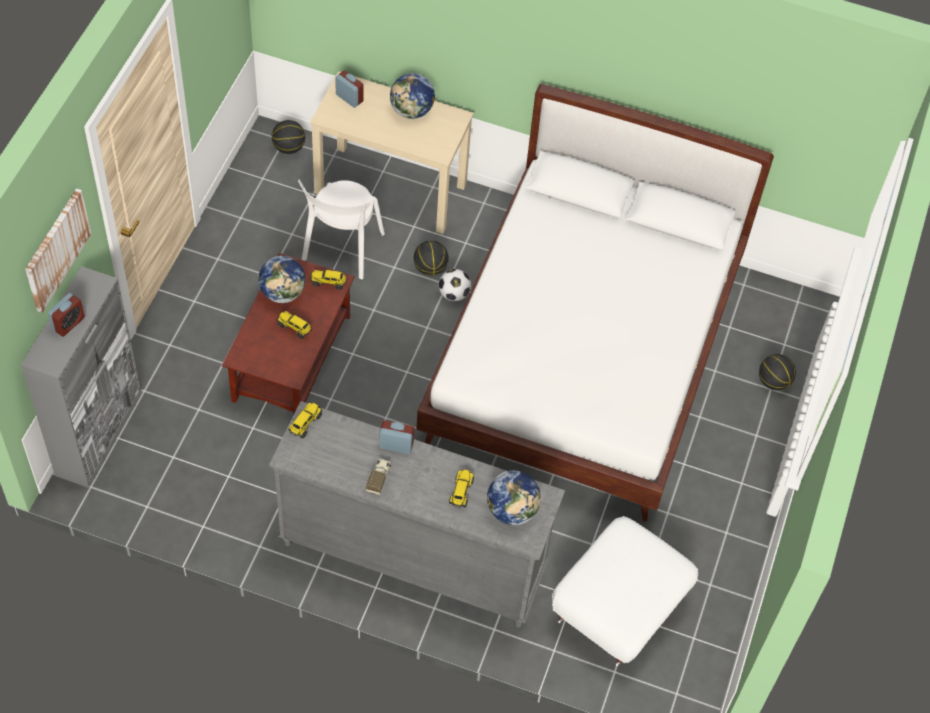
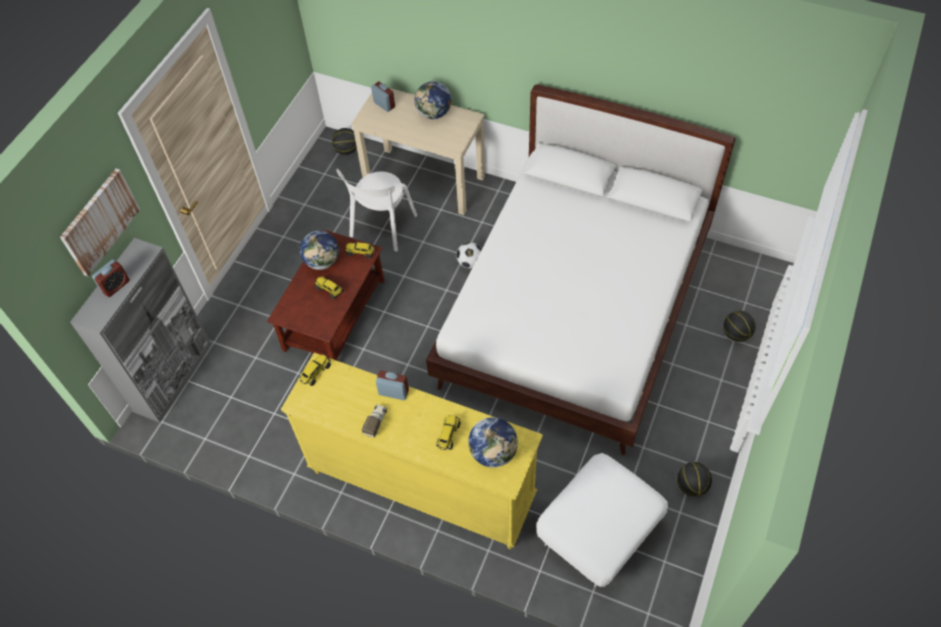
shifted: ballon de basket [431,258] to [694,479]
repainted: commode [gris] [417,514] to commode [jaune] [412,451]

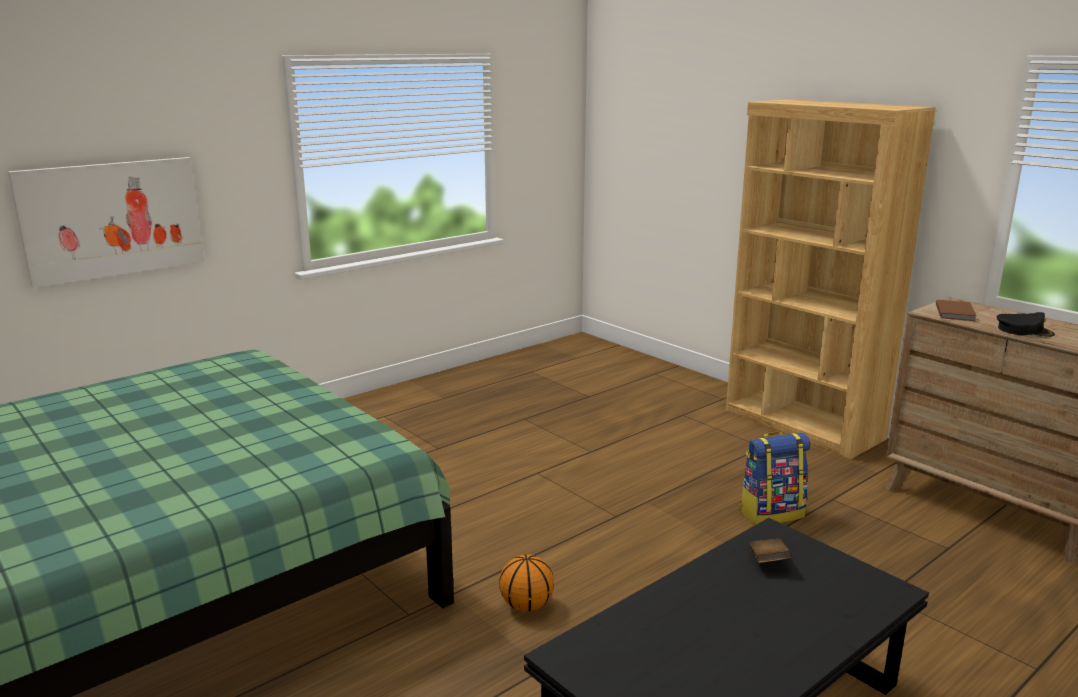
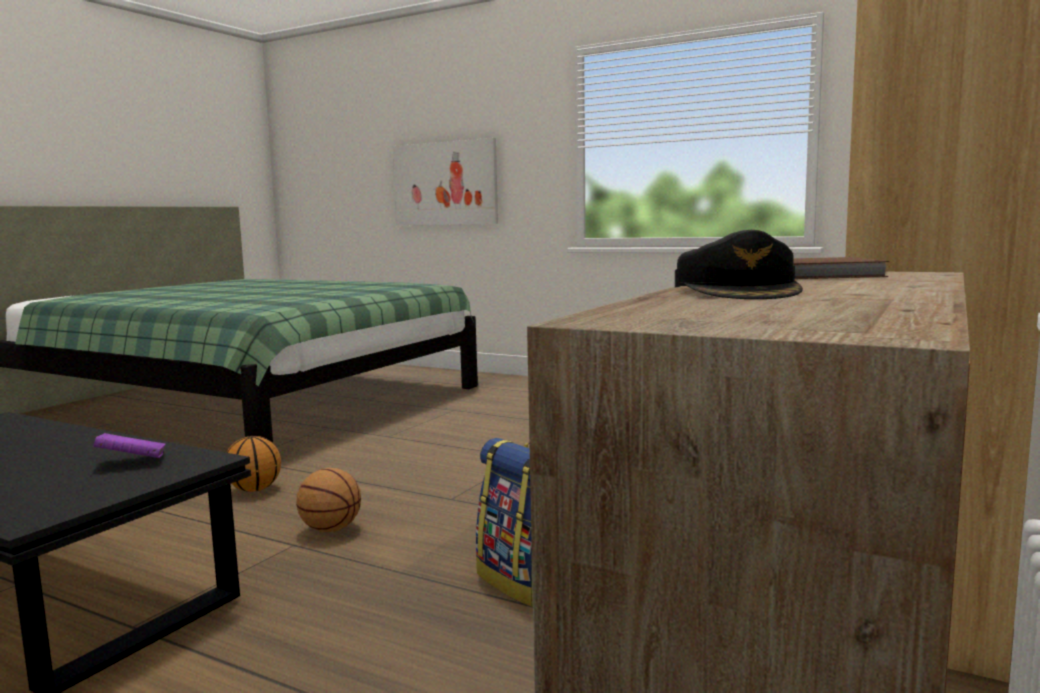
new: ballon de basket [328,500]
repainted: livre [marron] [770,551] to livre [violet] [130,445]

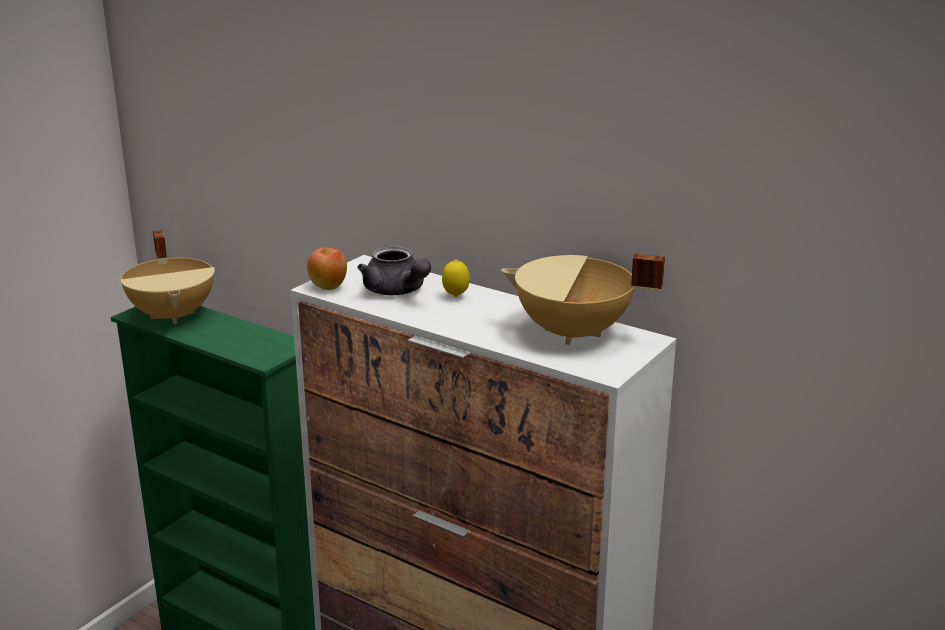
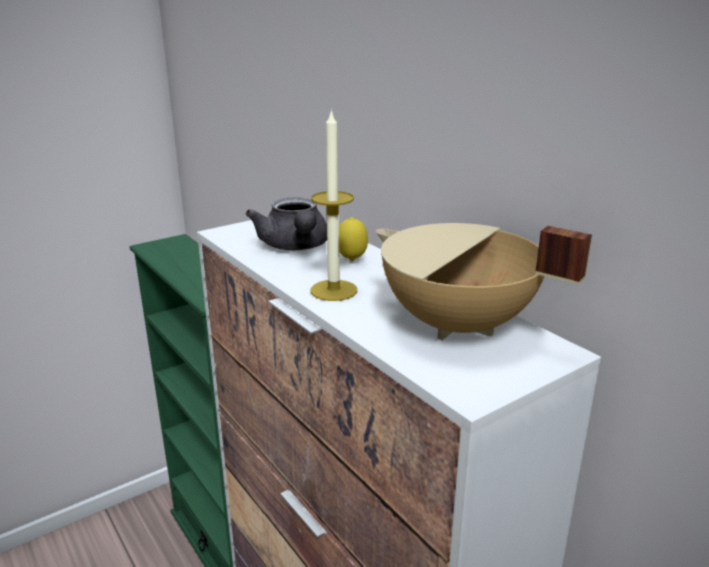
gone: marmite [beige] [167,277]; pomme [327,268]
new: bougie [334,205]

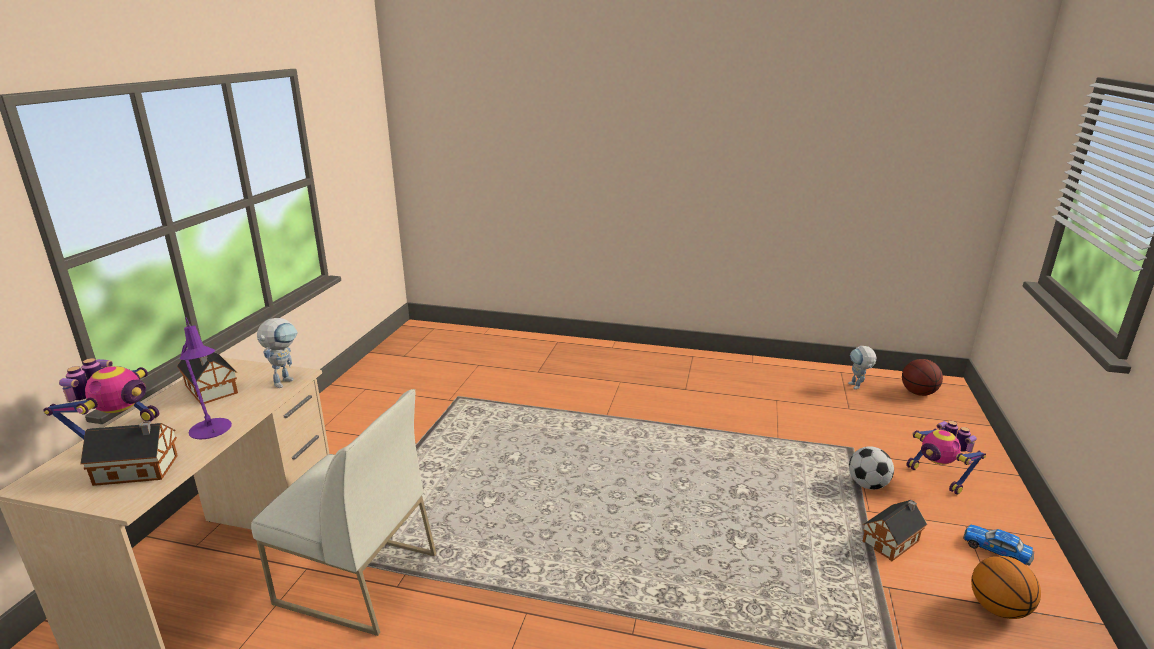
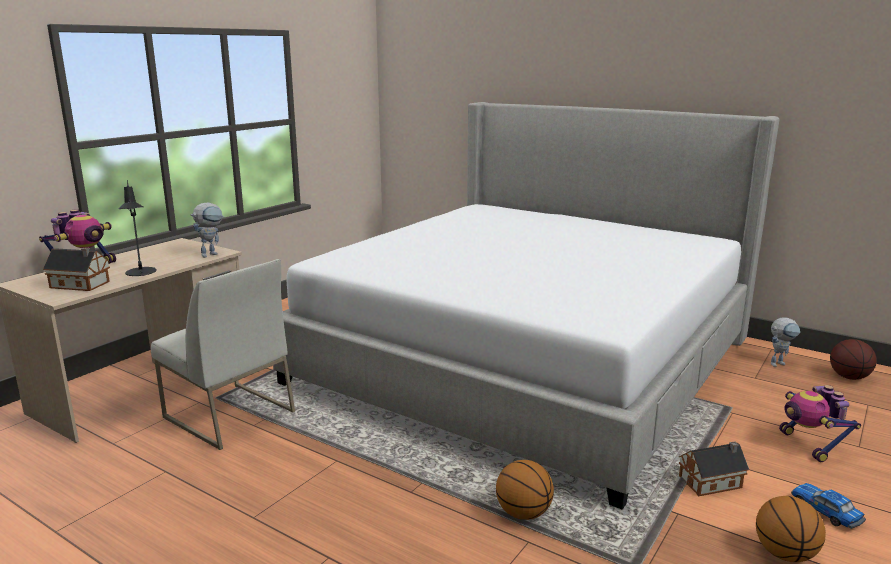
gone: maison miniature [207,378]; ballon de foot [871,468]
new: lit [526,306]; ballon de basket [525,490]
repainted: lampe de table [violet] [205,378] to lampe de table [noir] [137,228]
rotated: robot jouet [862,367] = [785,342] 120 degrees counterclockwise

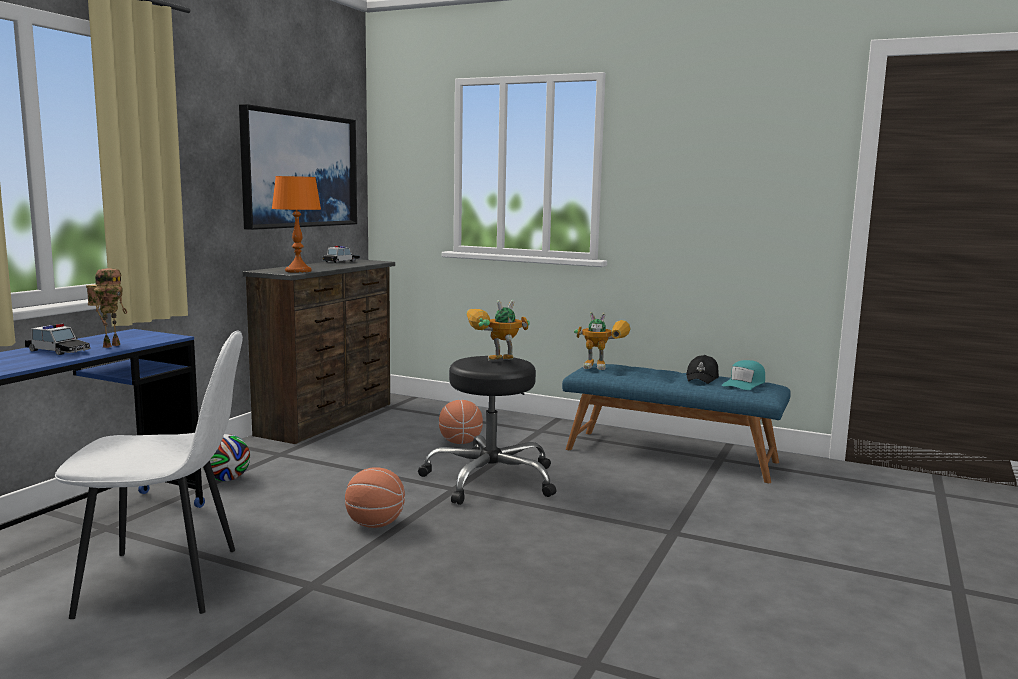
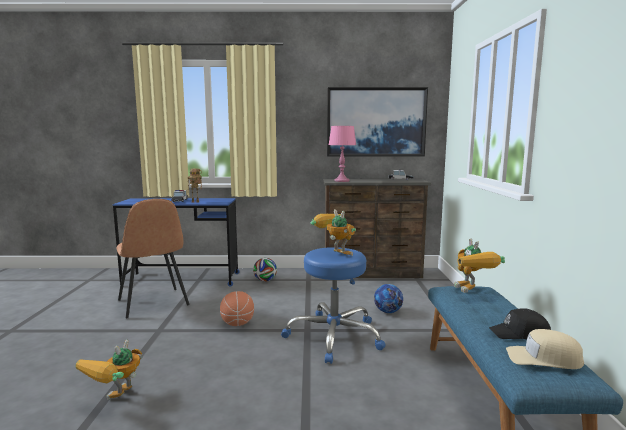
new: robot jouet [109,370]
swapped: ballon de basket [461,422] to ballon de foot [388,298]
repainted: chaise [blanc] [149,475] to chaise [marron] [153,258]; lampe de table [orange] [296,224] to lampe de table [rose] [342,154]; tabouret [noir] [487,430] to tabouret [bleu] [333,305]; casquette [turquoise] [743,375] to casquette [beige] [545,349]

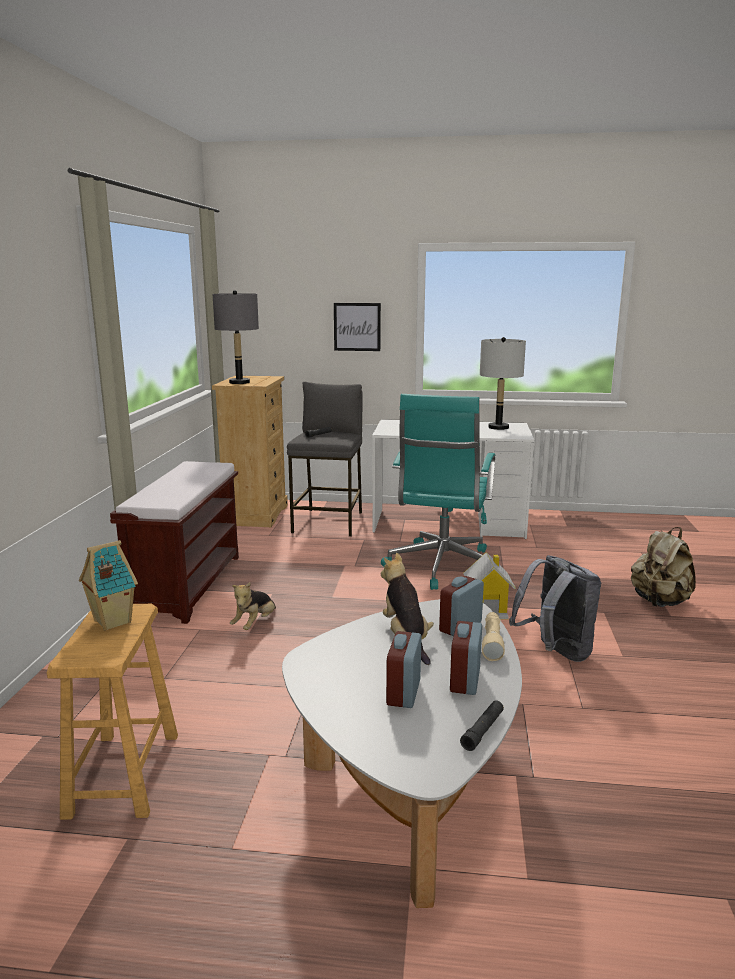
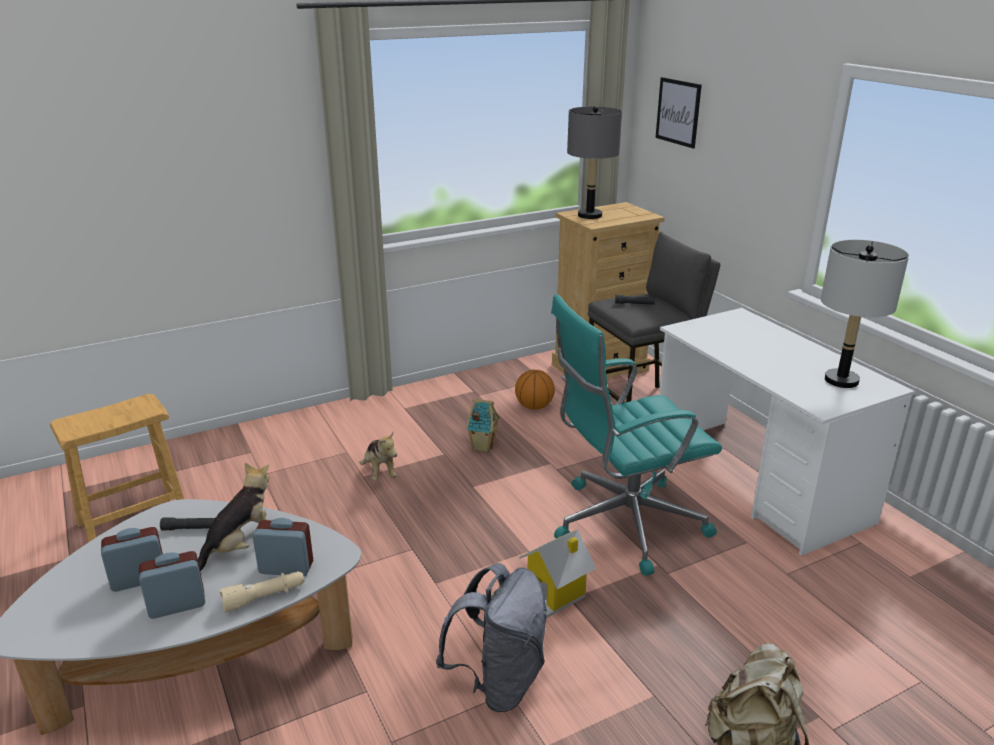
gone: banc [marron] [174,542]
new: ballon de basket [535,390]
shifted: maison miniature [108,585] to [483,425]; tableau [357,327] to [679,112]; lampe de poche [noir] [482,726] to [187,524]
rotated: peluche [253,606] = [378,456] 105 degrees counterclockwise

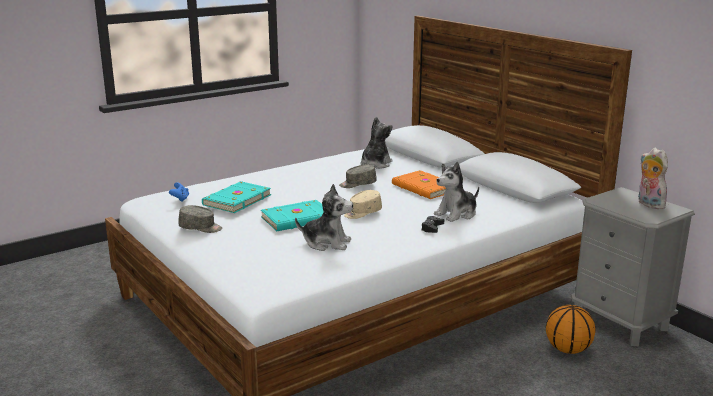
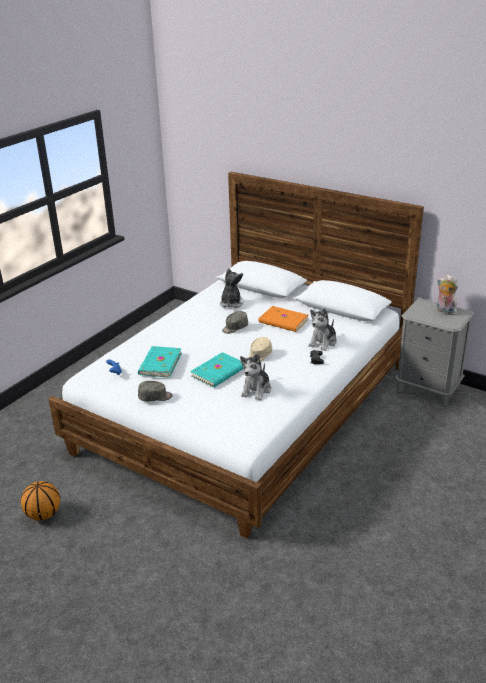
shifted: ballon de basket [571,329] to [40,500]
rotated: peluche [324,217] = [255,377] 120 degrees clockwise

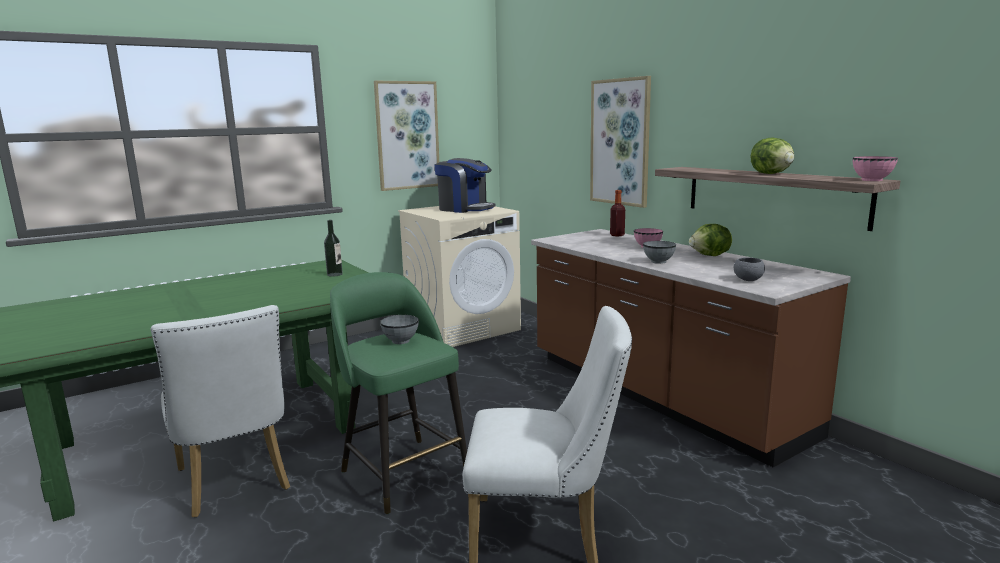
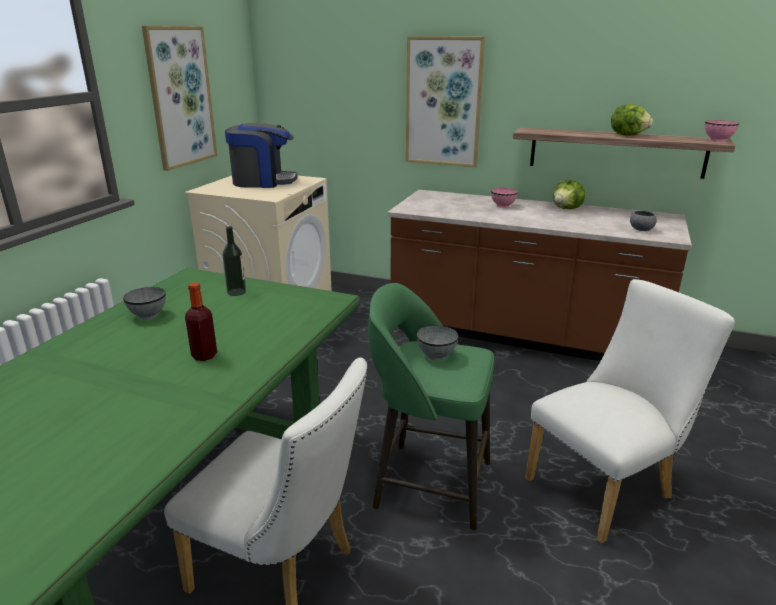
shifted: bouteille [617,213] to [201,321]; bol [gris] [659,252] to [144,303]

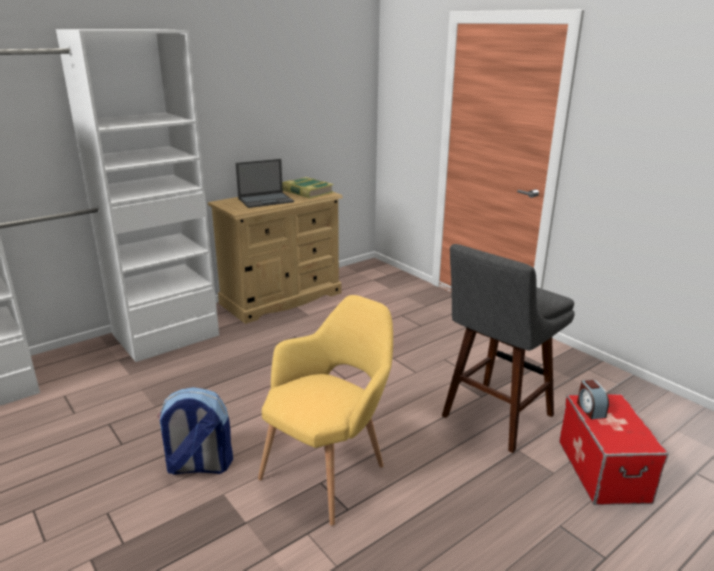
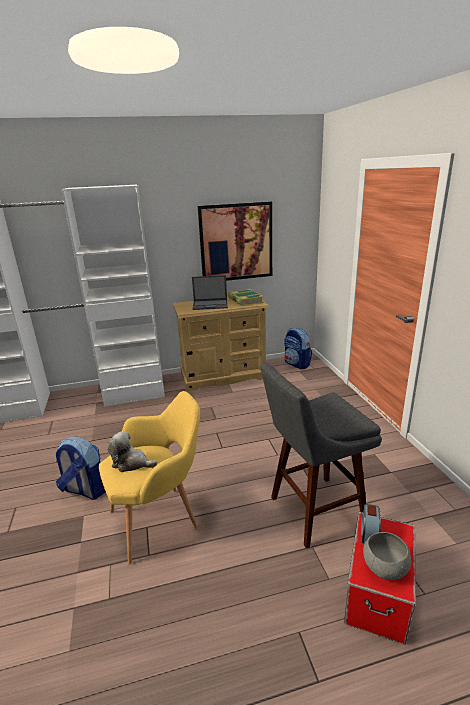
new: peluche [132,451]; tableau [235,241]; sac à dos [298,348]; bol [gris] [387,556]

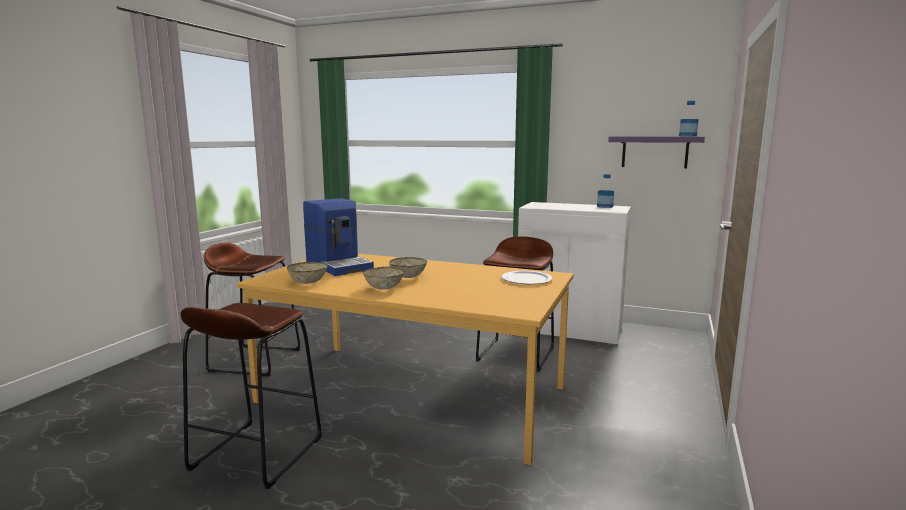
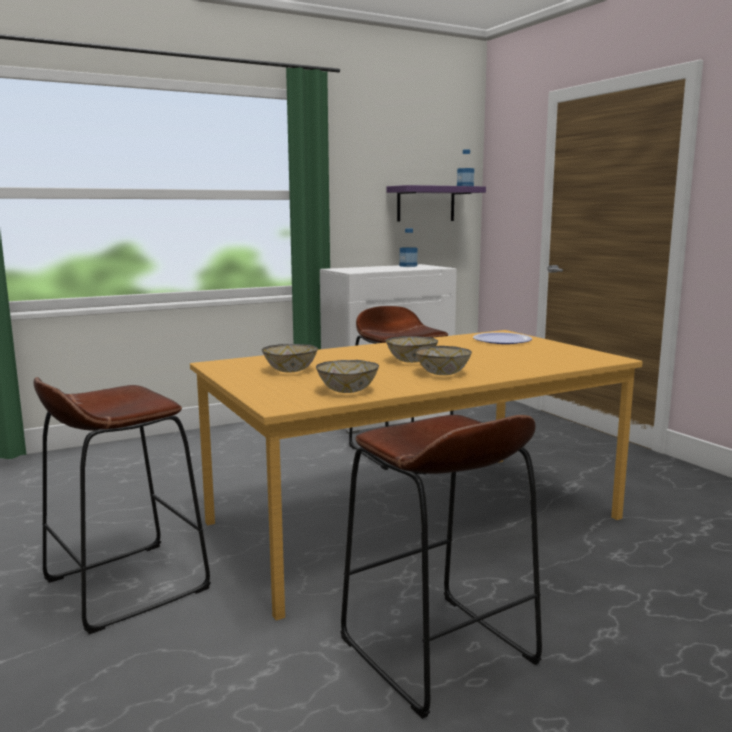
swapped: machine à café [338,237] to bol [290,358]

